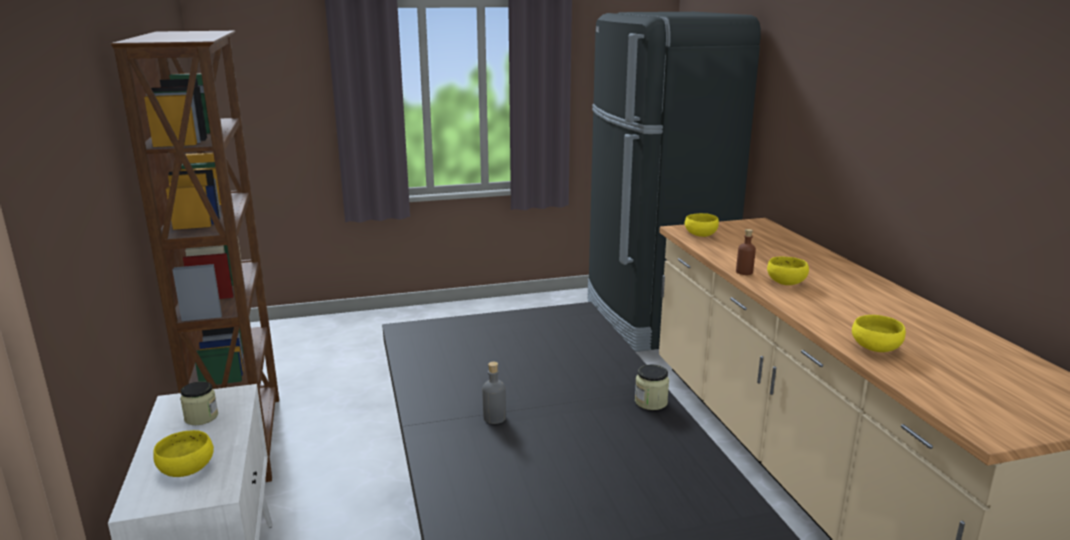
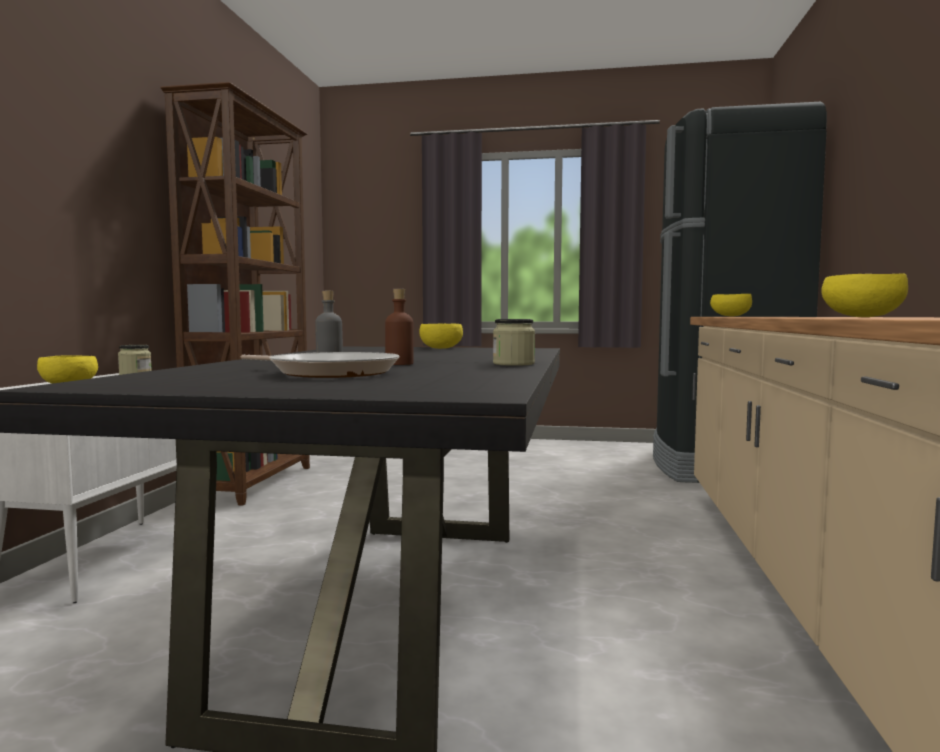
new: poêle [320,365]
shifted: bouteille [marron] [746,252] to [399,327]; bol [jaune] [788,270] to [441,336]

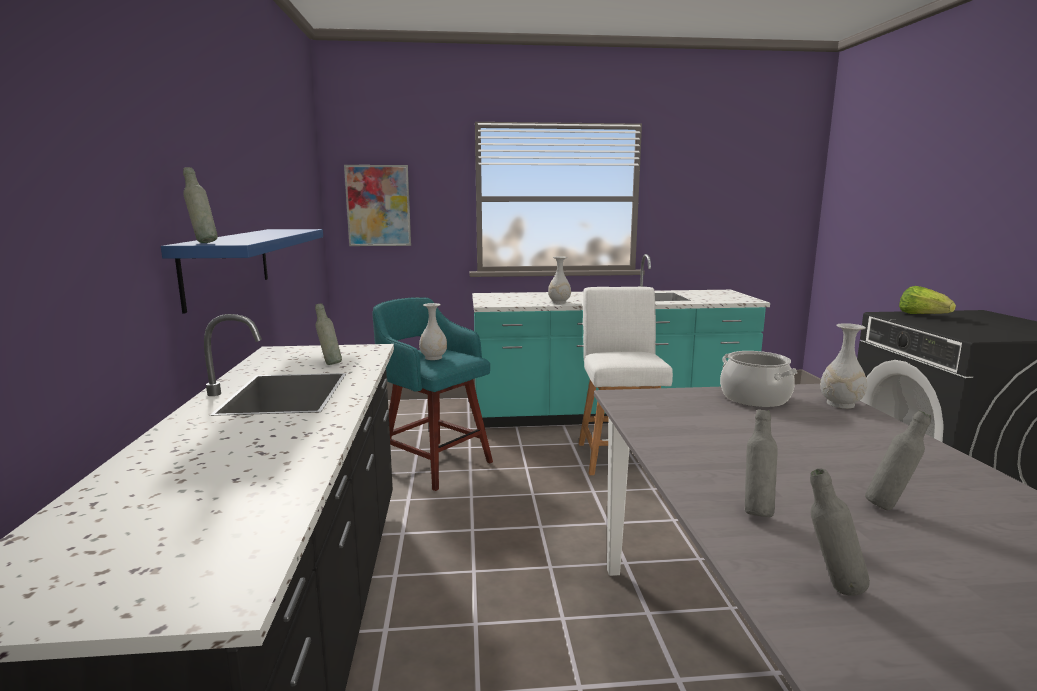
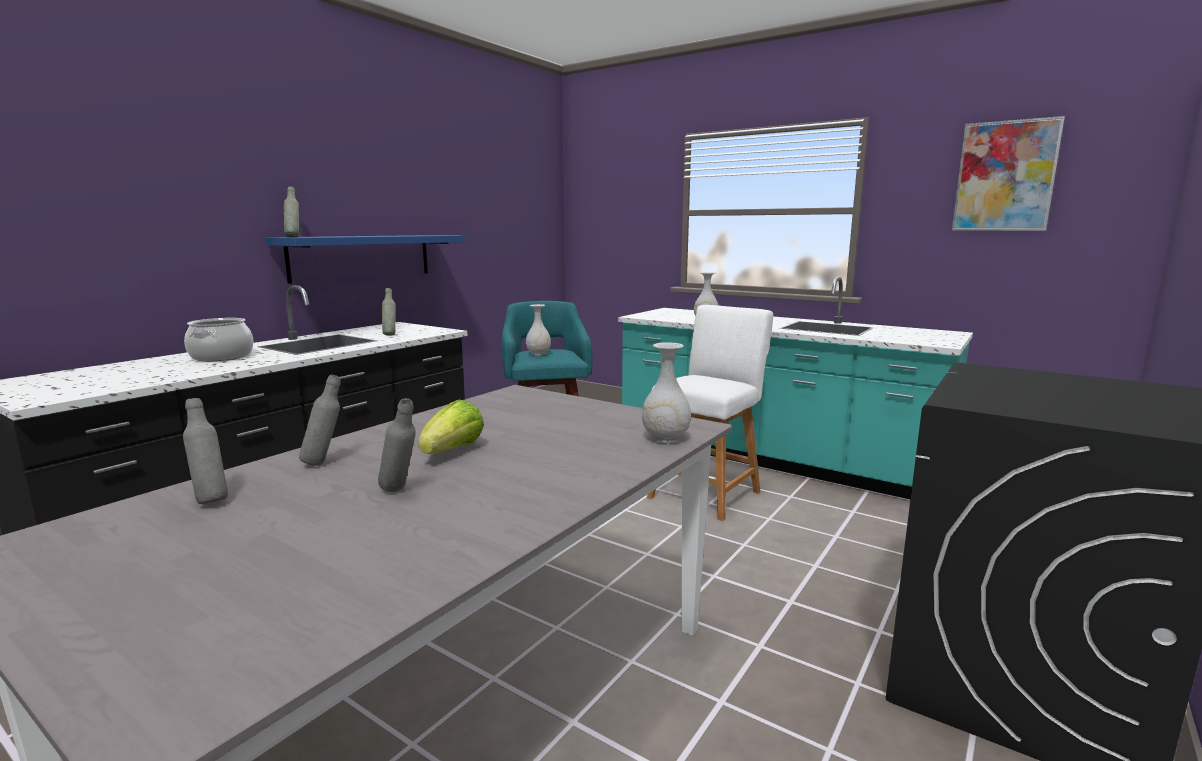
shifted: tableau [377,205] to [1008,173]; marmite [758,379] to [219,339]; laitue [927,300] to [451,427]

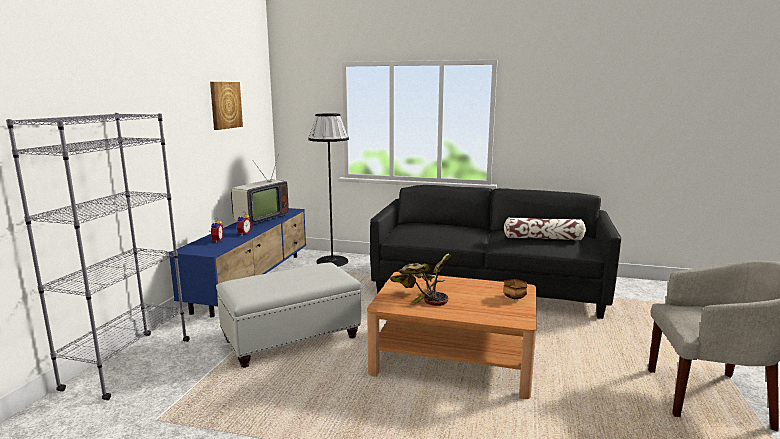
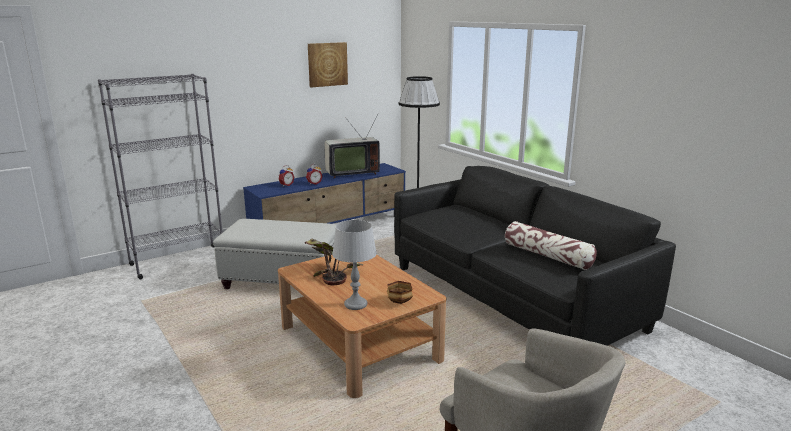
new: lampe de table [gris] [354,265]

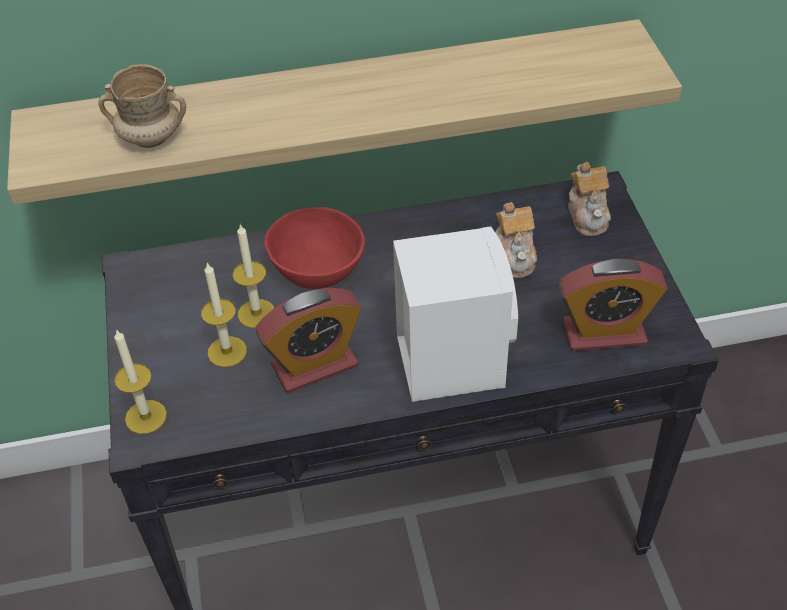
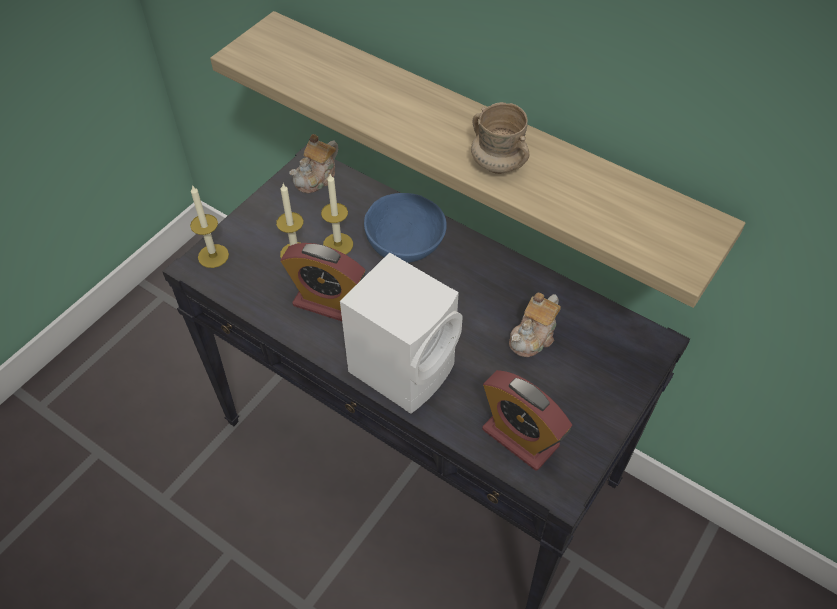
shifted: mug [beige] [142,106] to [500,138]; théière [589,199] to [313,163]
repainted: bol [rouge] [314,248] to bol [bleu] [405,228]

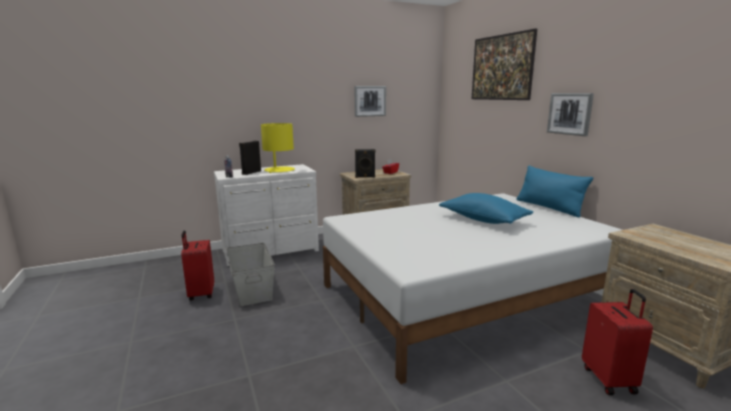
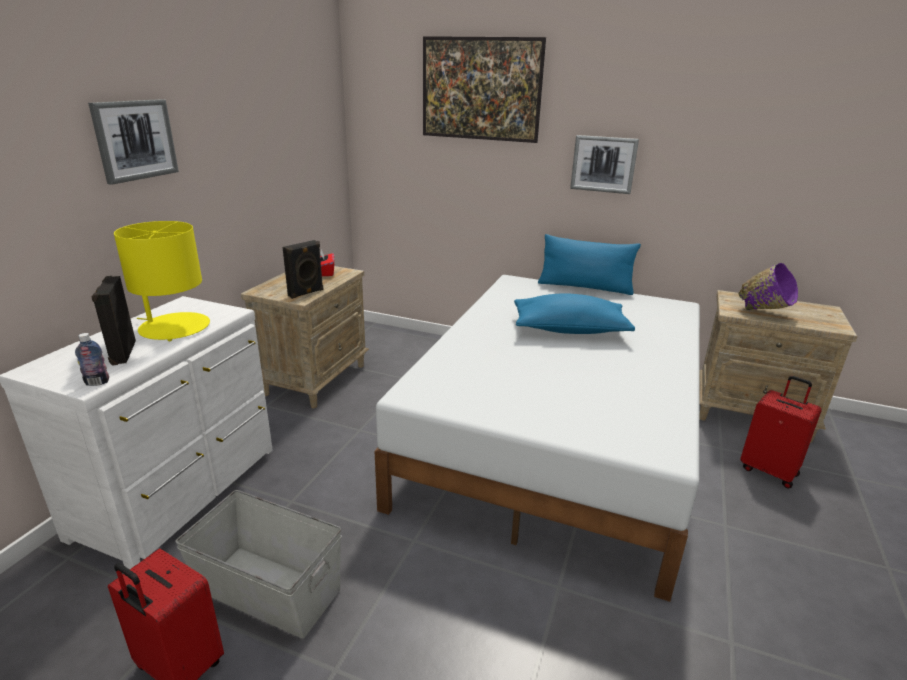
new: bol [violet] [768,286]
shifted: tableau [370,101] to [133,142]

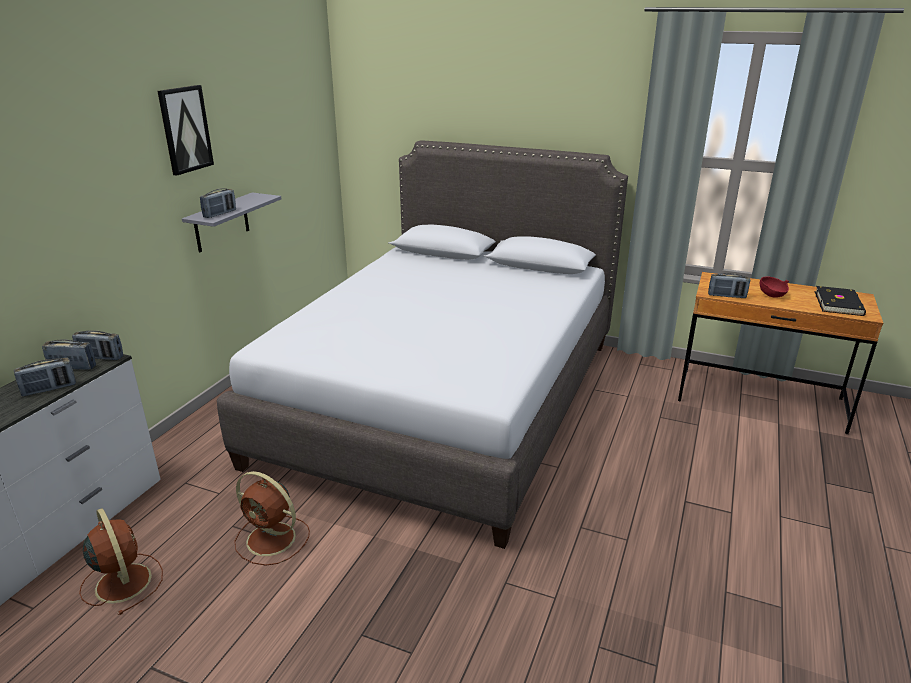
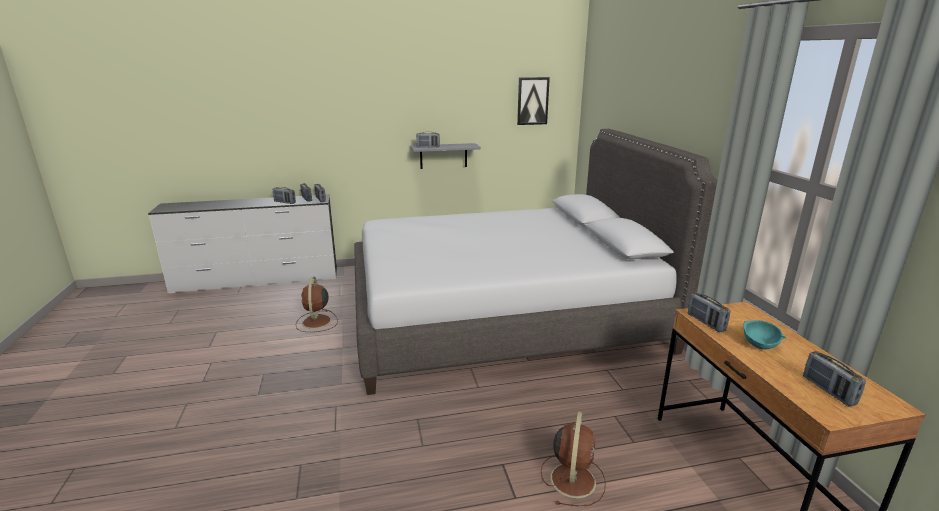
shifted: ventilateur [marron] [121,561] to [573,459]; tableau [185,130] to [533,101]
swapped: livre [noir] [840,301] to radio [834,378]
repainted: bol [rouge] [774,287] to bol [turquoise] [764,334]

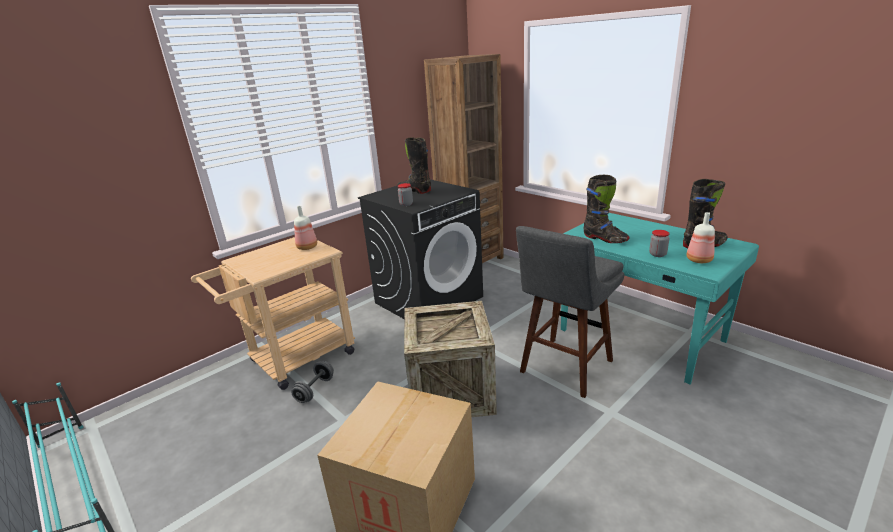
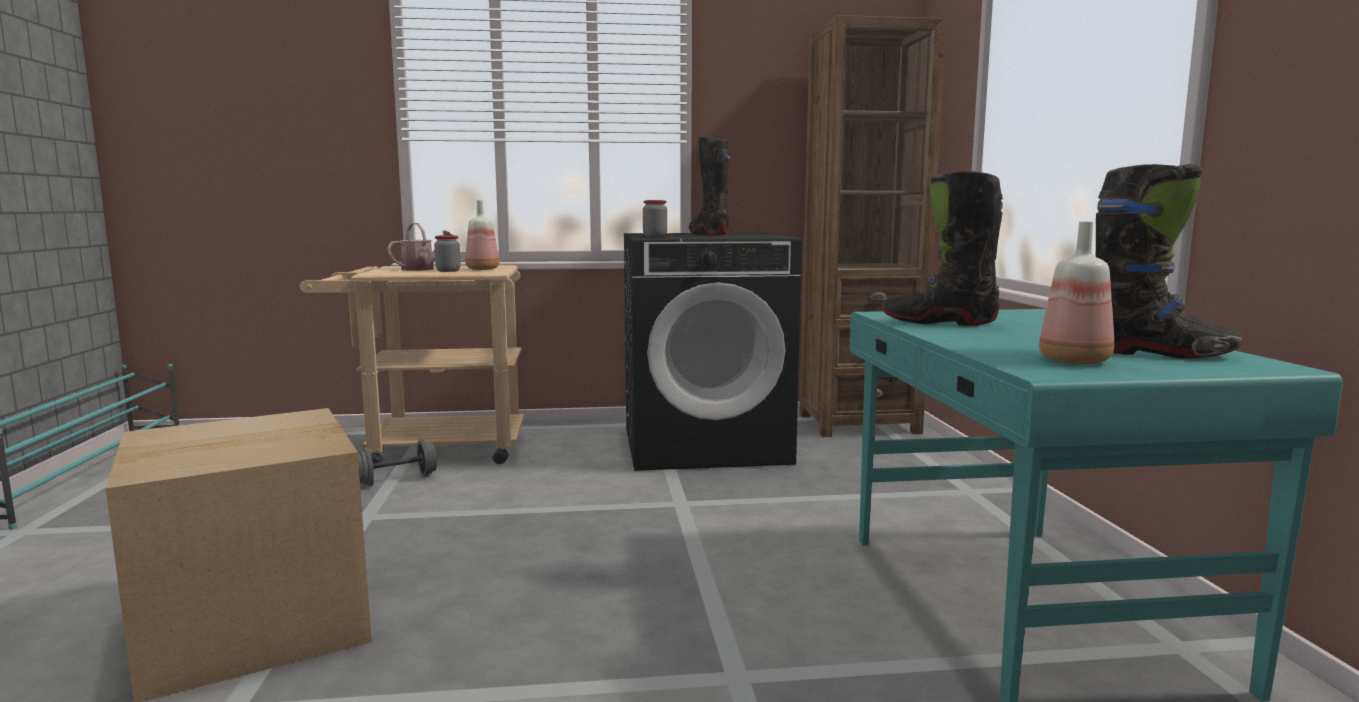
gone: caisse [450,359]; tabouret [gris] [570,312]
new: arrosoir [419,247]
shifted: bocal [659,243] to [447,253]
rotated: botte [noir] [606,209] = [942,248] 120 degrees clockwise

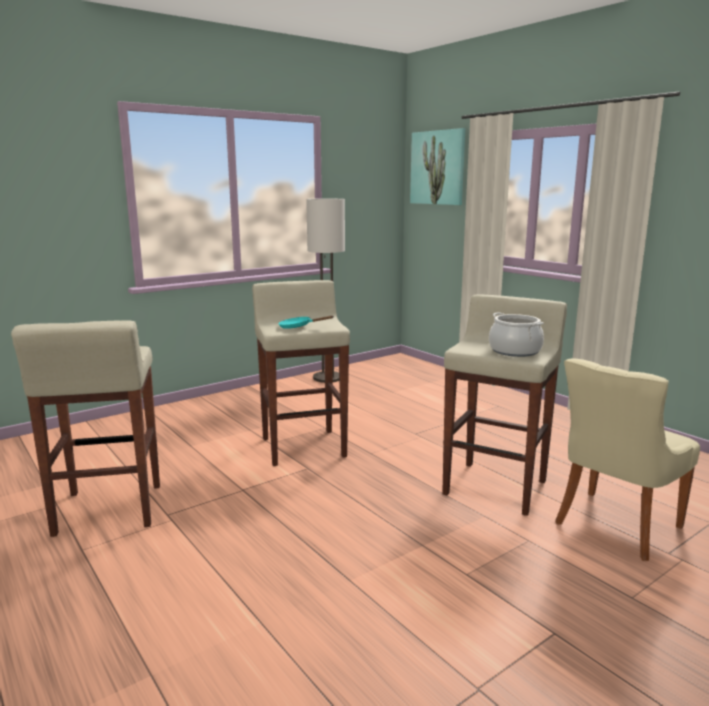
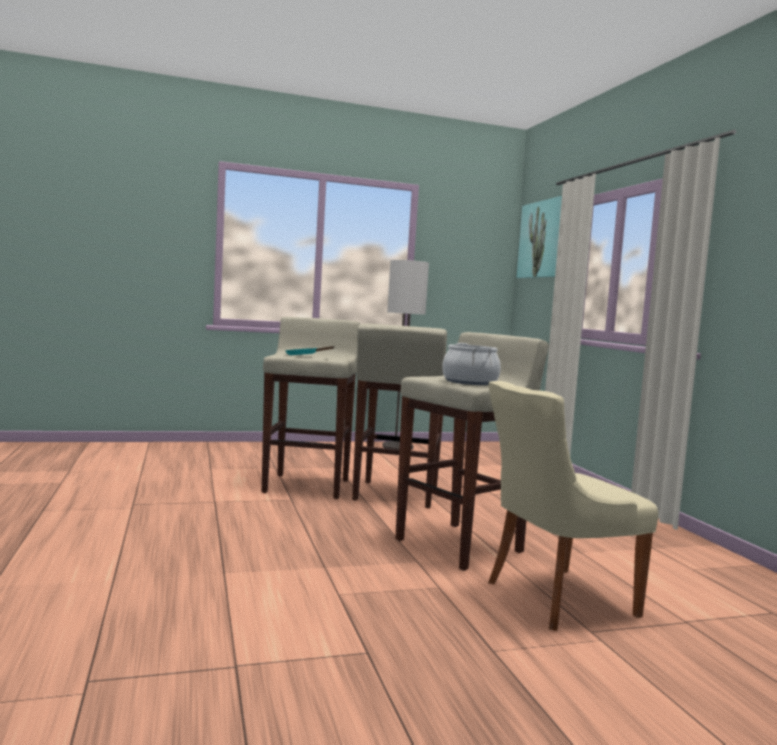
shifted: tabouret [beige] [85,428] to [399,415]

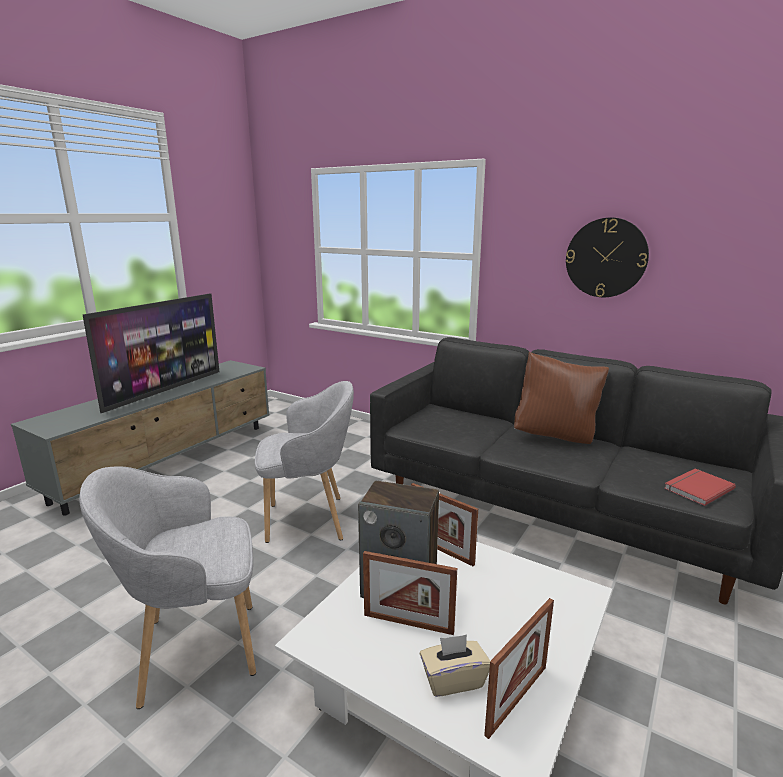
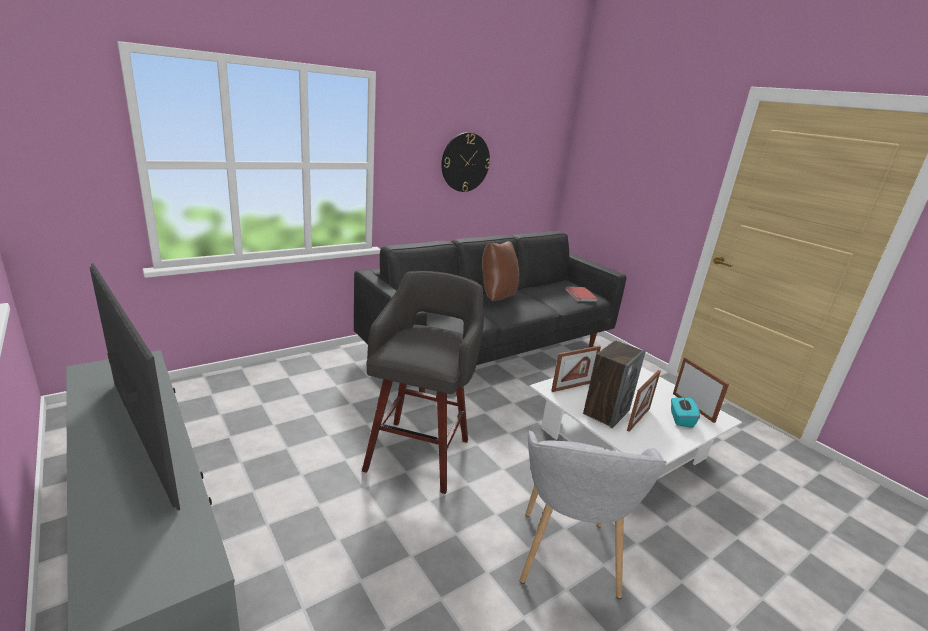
swapped: fauteuil [gris] [304,462] to tabouret [gris] [423,382]
repainted: boîte à mouchoirs [beige] [455,665] to boîte à mouchoirs [turquoise] [685,412]

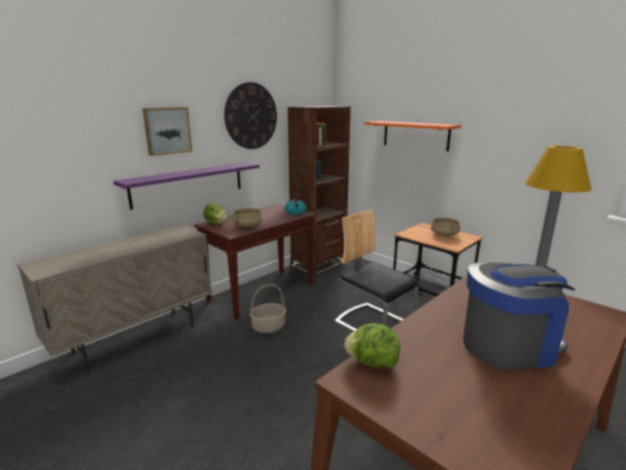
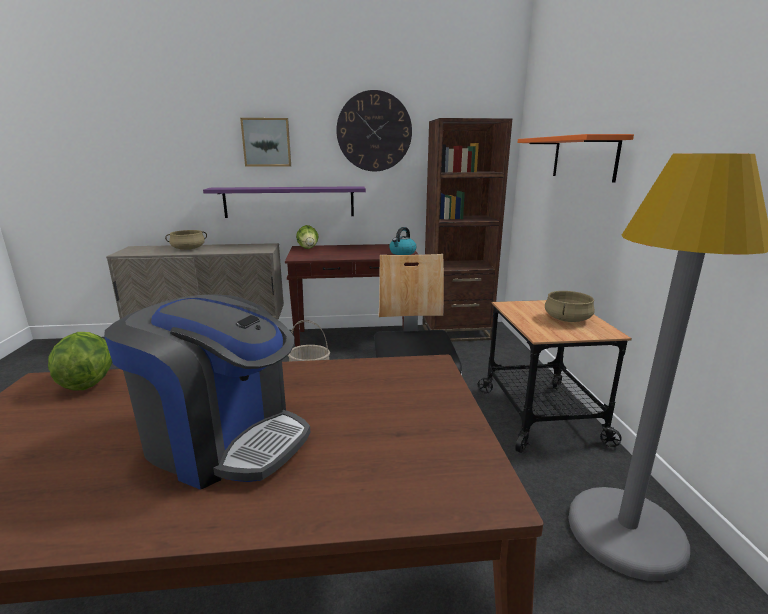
shifted: marmite [beige] [247,217] to [186,240]

